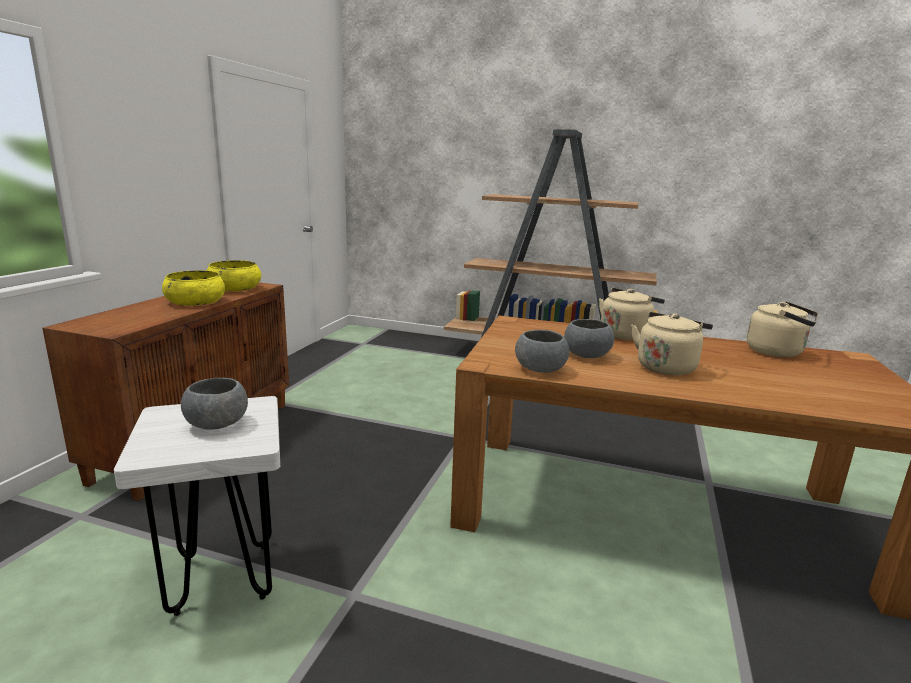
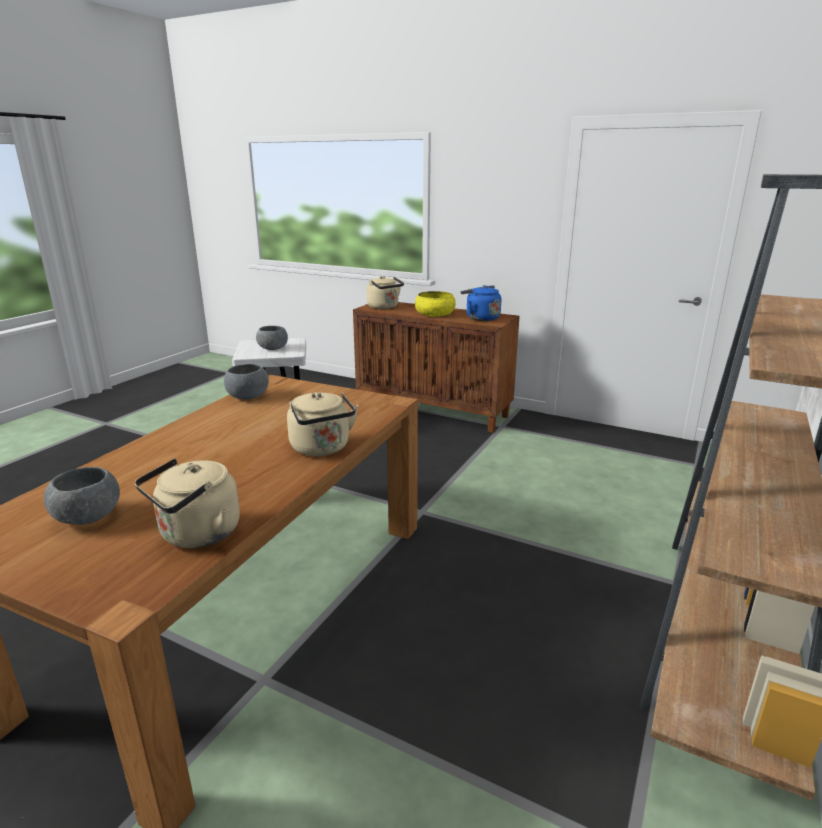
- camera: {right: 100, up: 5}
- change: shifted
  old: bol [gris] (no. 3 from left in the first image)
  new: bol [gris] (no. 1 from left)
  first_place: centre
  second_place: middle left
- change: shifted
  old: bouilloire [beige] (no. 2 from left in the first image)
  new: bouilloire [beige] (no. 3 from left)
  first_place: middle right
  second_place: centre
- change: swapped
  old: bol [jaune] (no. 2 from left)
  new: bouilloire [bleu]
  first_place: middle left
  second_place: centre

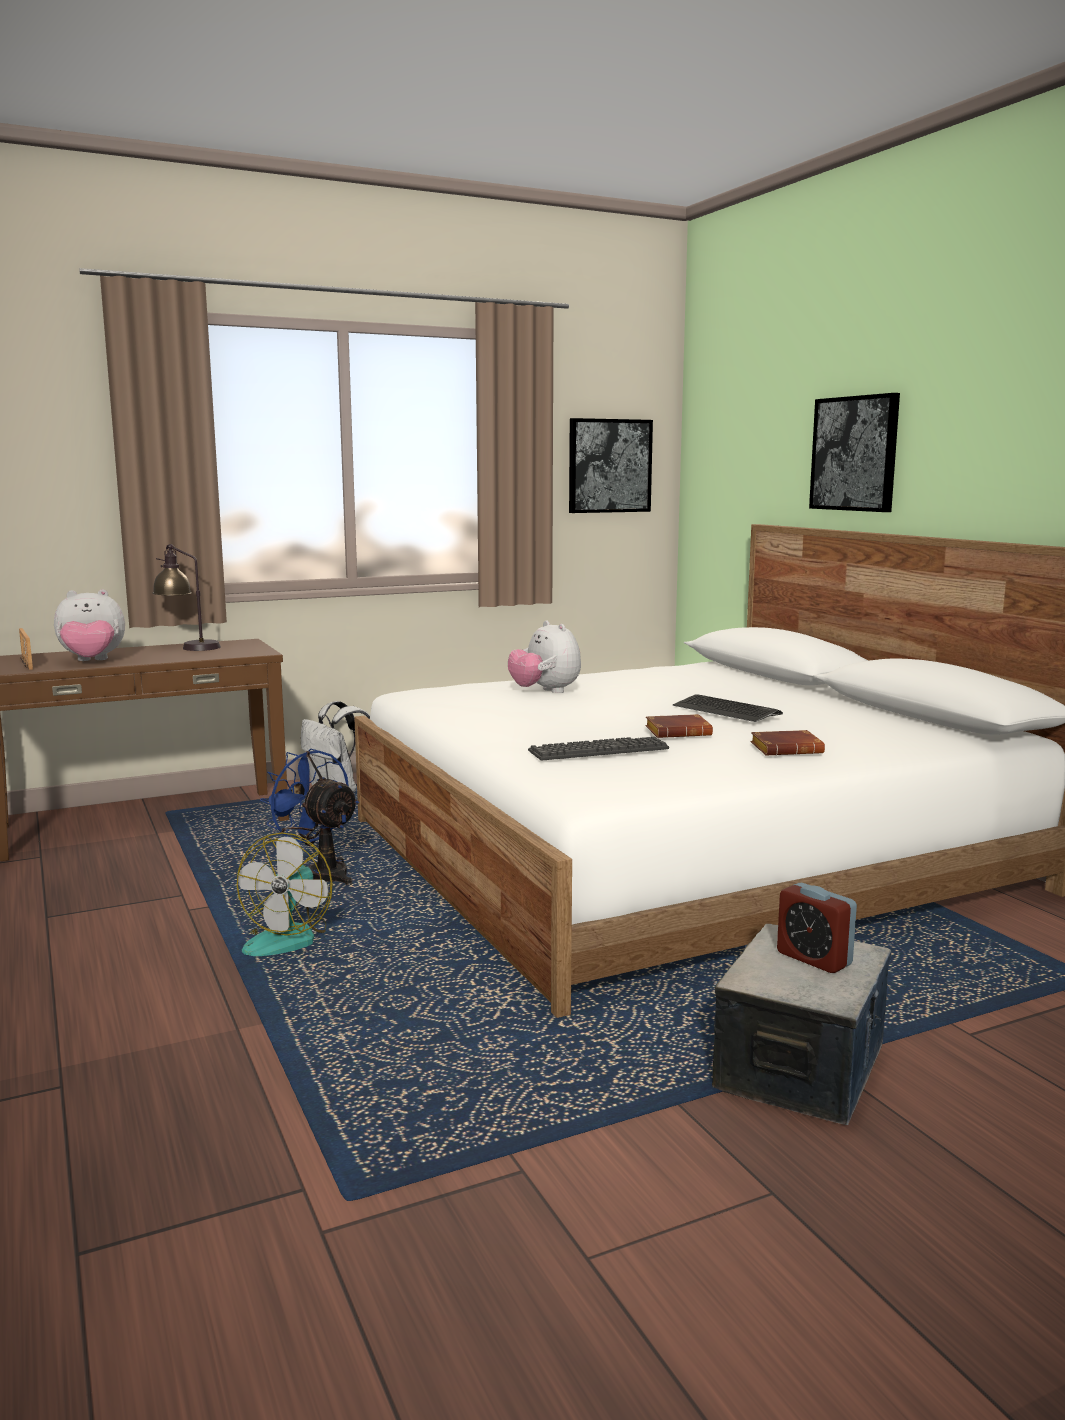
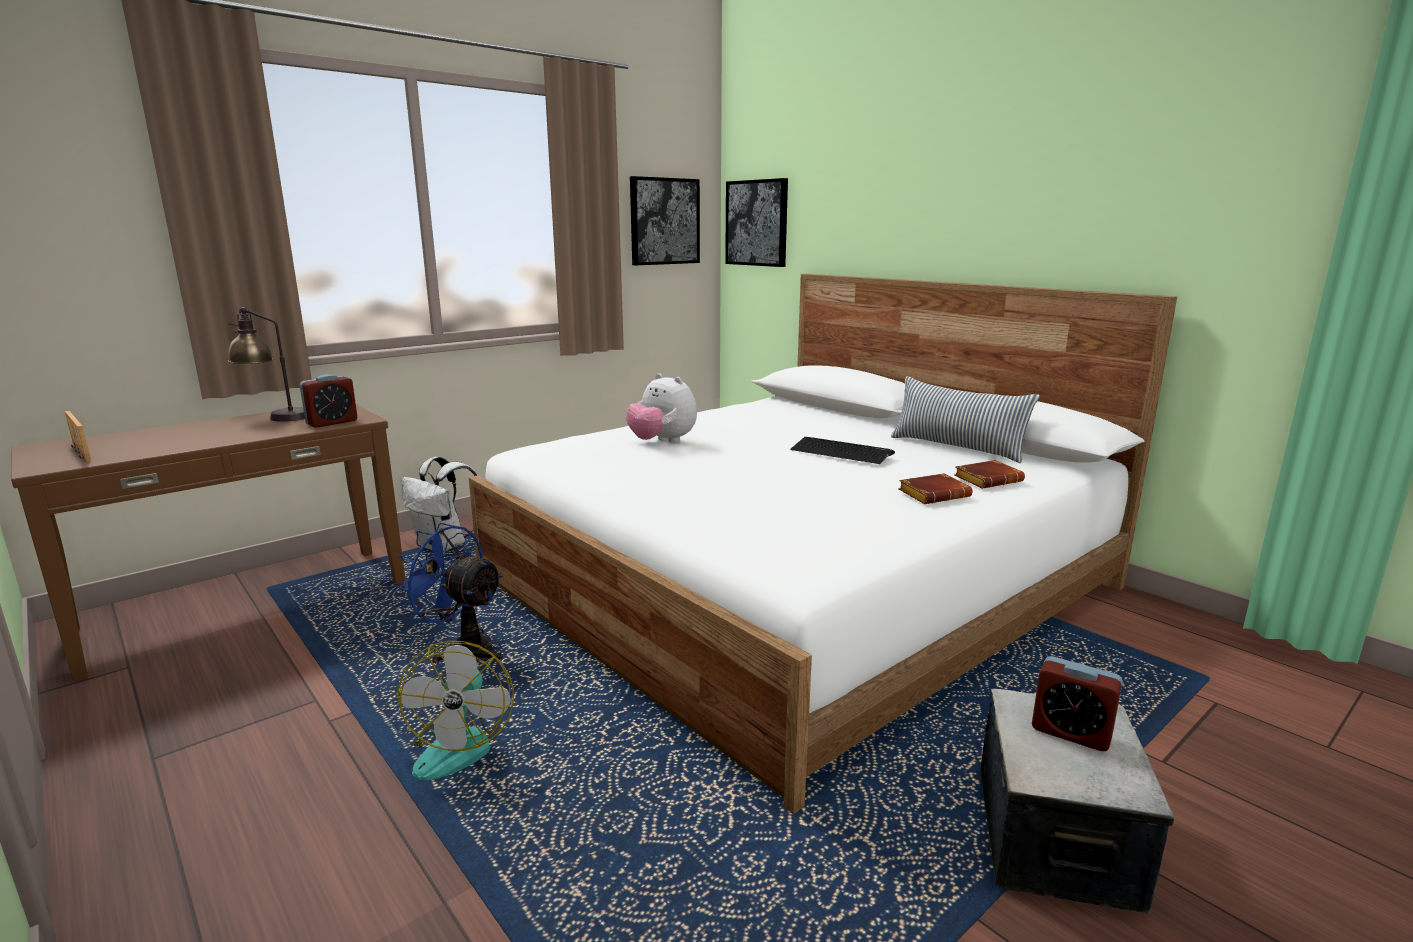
- camera: {right: -15, up: 5}
- change: gone
  old: peluche (no. 1 from left)
  first_place: middle left
- change: gone
  old: clavier (no. 1 from left)
  first_place: centre
- change: new
  new: réveil (no. 1 from left)
  second_place: middle left
- change: new
  new: coussin
  second_place: middle right
- change: shifted
  old: livre [marron] (no. 1 from left in the first image)
  new: livre [marron] (no. 2 from left)
  first_place: centre
  second_place: middle right
- change: shifted
  old: tableau (no. 2 from left)
  first_place: top right
  second_place: top centre

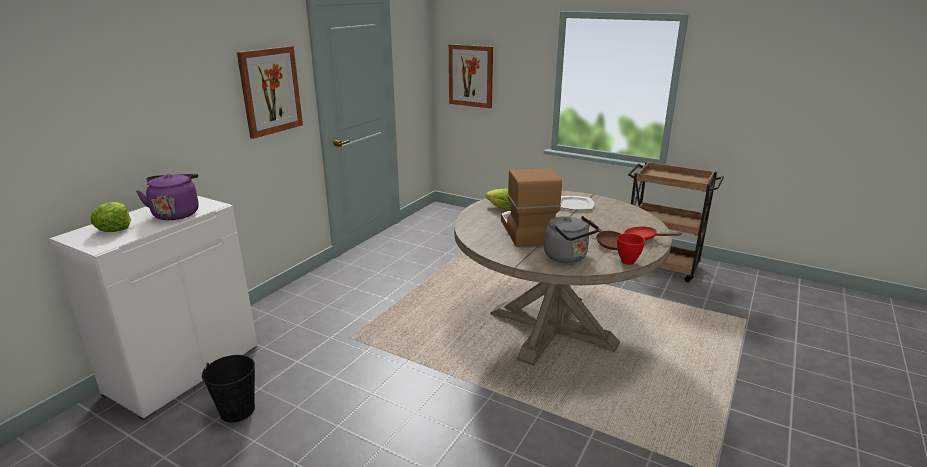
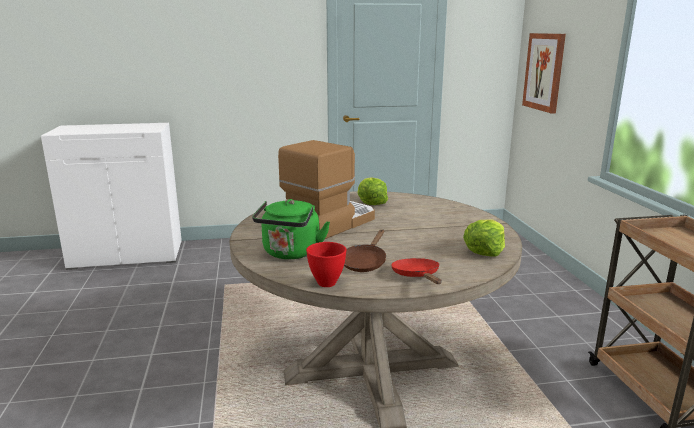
- camera: {right: 50, up: -5}
- change: gone
  old: bouilloire [violet]
  first_place: middle left
- change: gone
  old: seau [noir]
  first_place: bottom left
- change: gone
  old: tableau (no. 1 from left)
  first_place: top left
- change: gone
  old: assiette
  first_place: centre
- change: shifted
  old: laitue (no. 1 from left in the first image)
  new: laitue (no. 2 from left)
  first_place: middle left
  second_place: middle right
- change: repainted
  old: bouilloire [gris]
  new: bouilloire [vert]
  first_place: centre
  second_place: centre

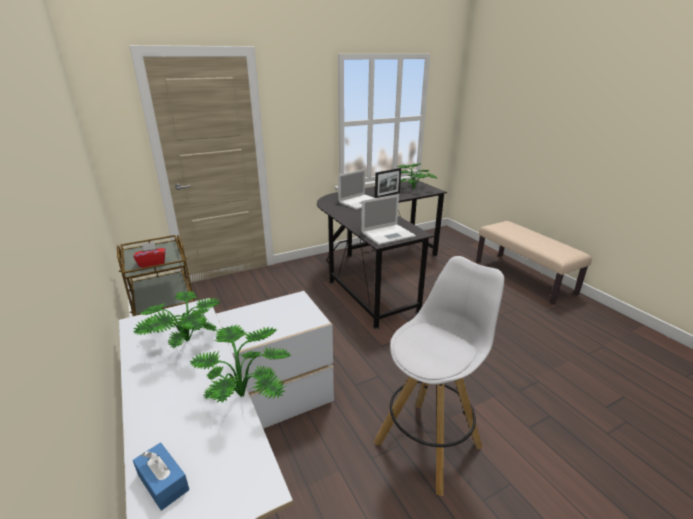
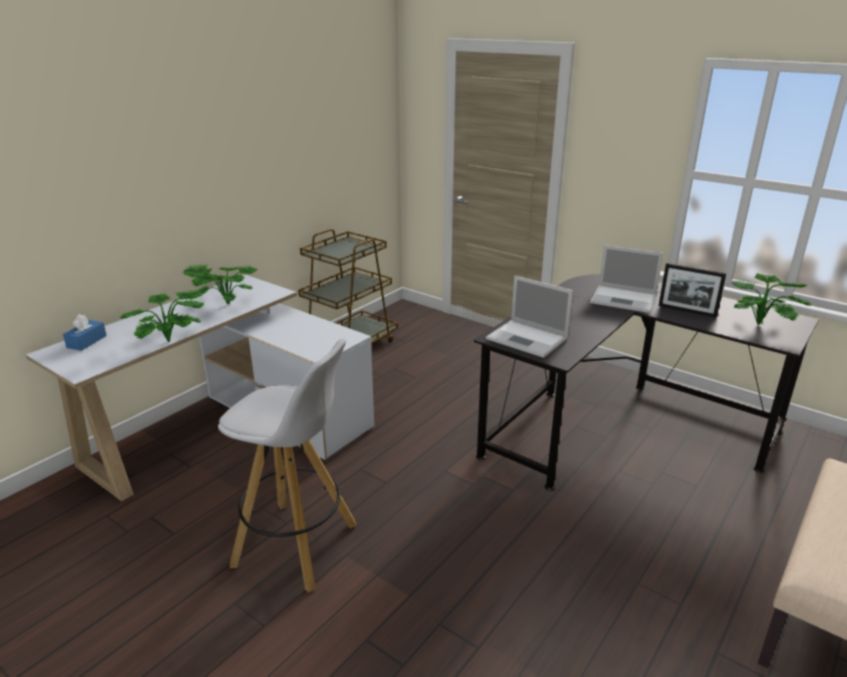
- camera: {right: 65, up: 0}
- change: gone
  old: boîte à mouchoirs [rouge]
  first_place: middle left

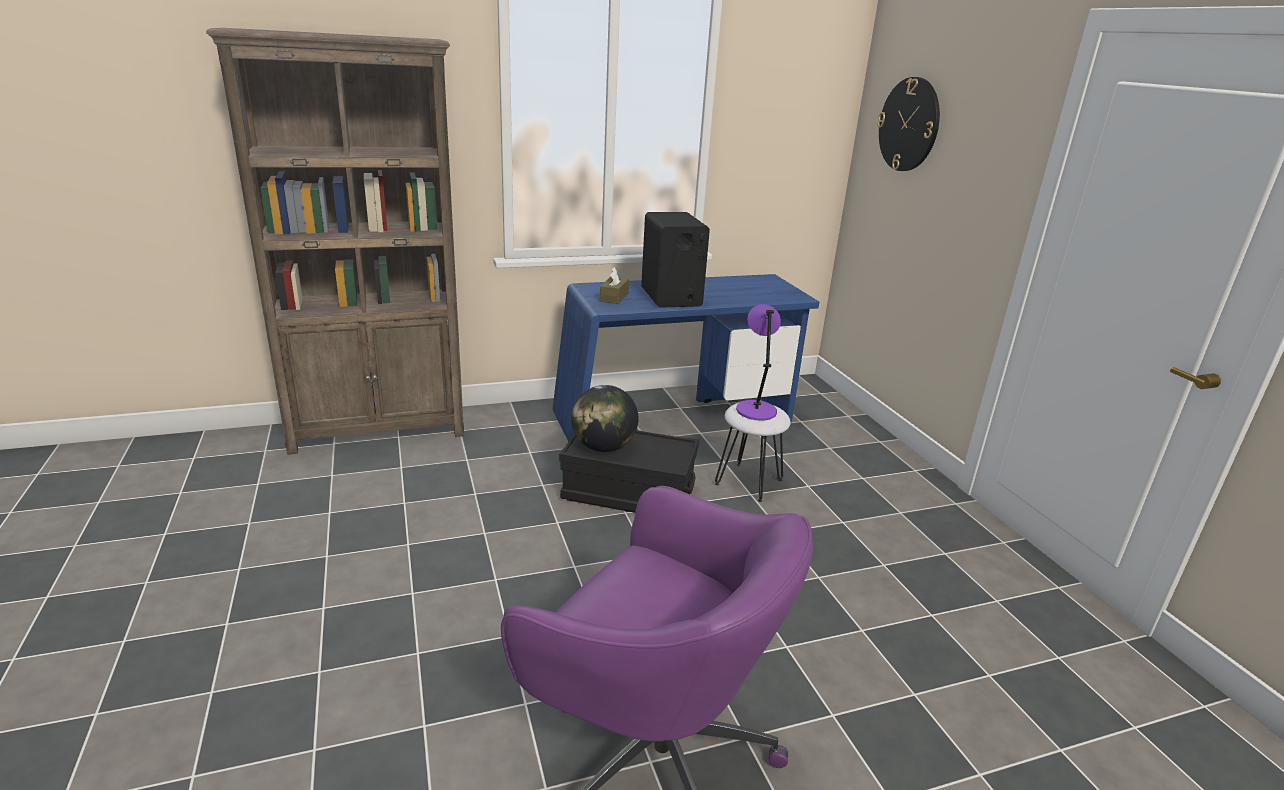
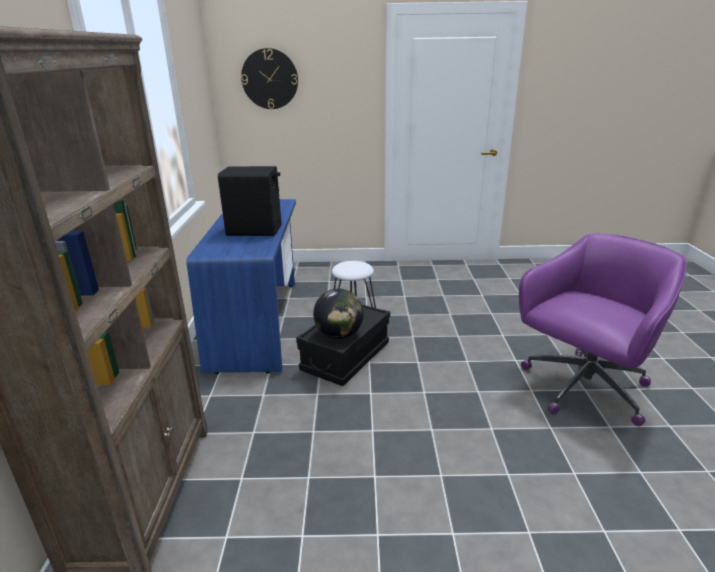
- camera: {right: -70, up: 0}
- change: gone
  old: boîte à mouchoirs [marron]
  first_place: centre
- change: gone
  old: lampe de table [violet]
  first_place: centre

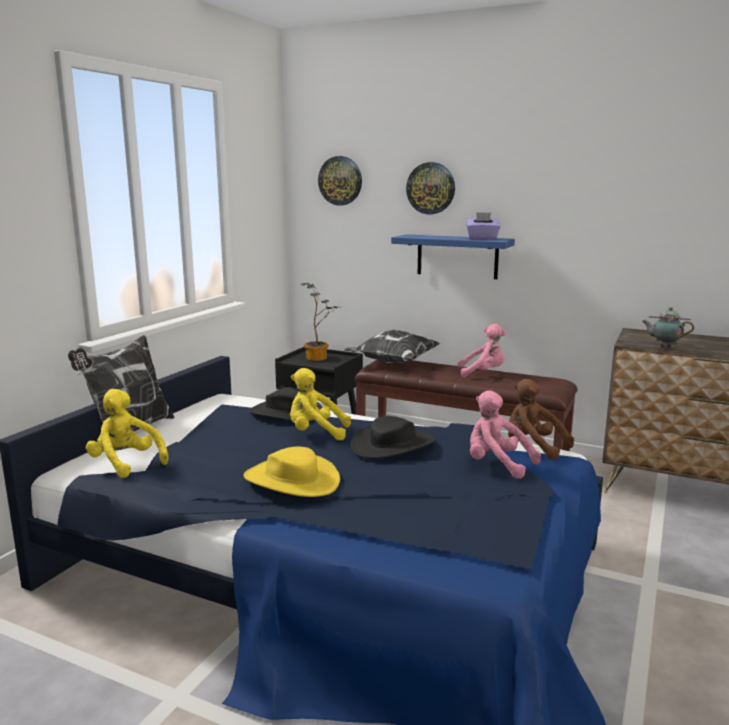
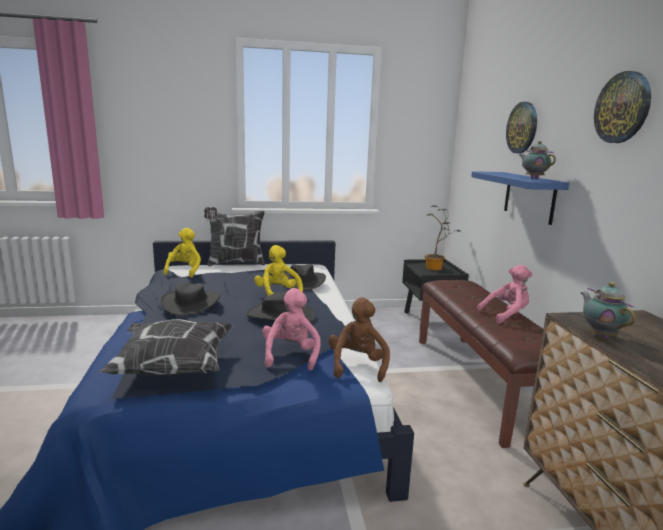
- camera: {right: 55, up: 0}
- change: shifted
  old: horloge murale (no. 1 from left in the first image)
  new: horloge murale (no. 2 from left)
  first_place: top centre
  second_place: top right
- change: shifted
  old: coussin (no. 2 from left in the first image)
  new: coussin (no. 1 from left)
  first_place: centre
  second_place: middle left
- change: swapped
  old: boîte à mouchoirs [violet]
  new: théière (no. 1 from left)
  first_place: top centre
  second_place: top right
- change: repainted
  old: chapeau [jaune]
  new: chapeau [noir] (no. 1 from left)
  first_place: centre
  second_place: middle left
- change: rotated
  old: peluche [rose] (no. 1 from left in the first image)
  first_place: centre
  second_place: middle right
  degrees: -75

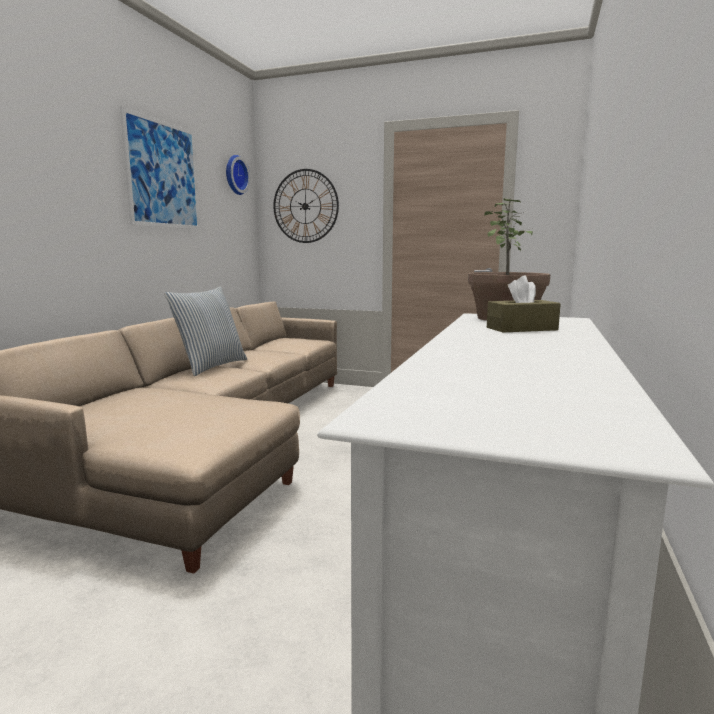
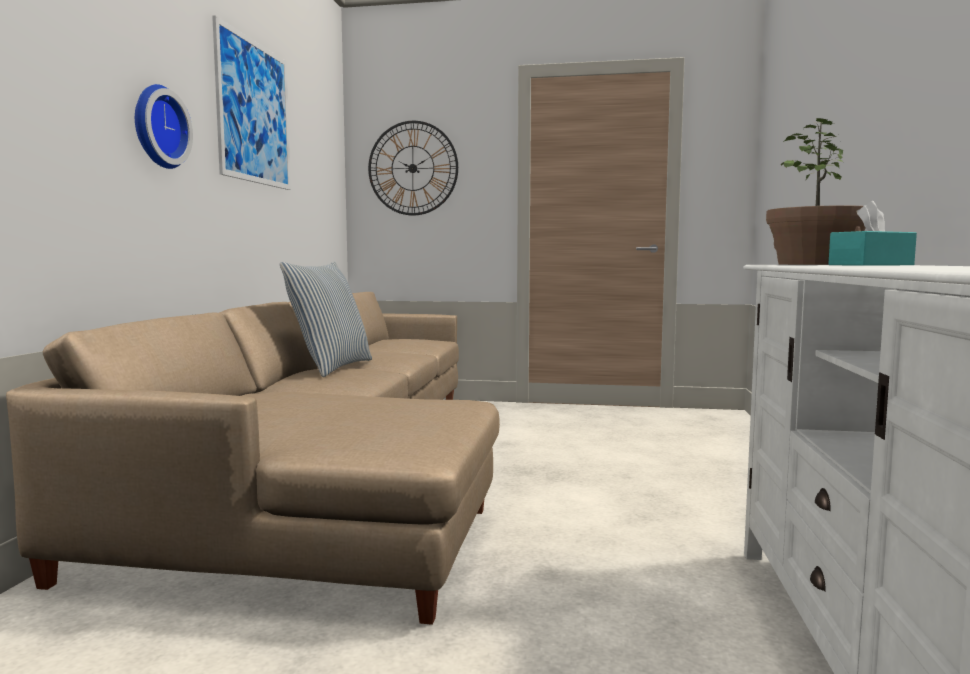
- camera: {right: -10, up: -5}
- change: shifted
  old: horloge murale (no. 1 from left)
  first_place: top centre
  second_place: top left
- change: repainted
  old: boîte à mouchoirs [marron]
  new: boîte à mouchoirs [turquoise]
  first_place: middle right
  second_place: middle right

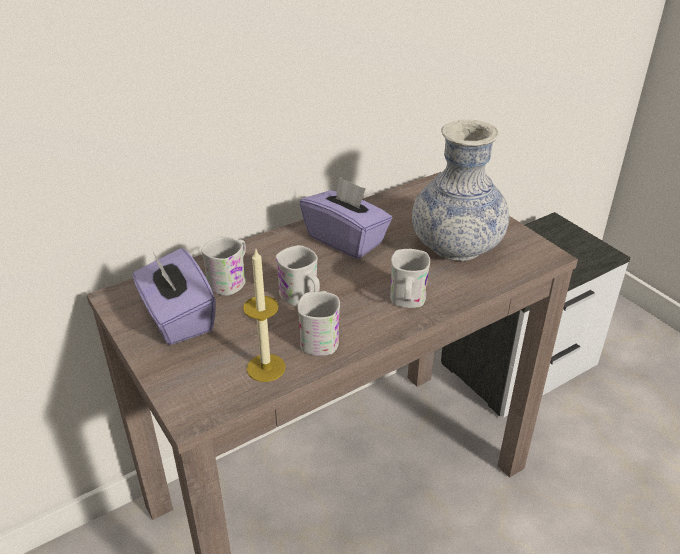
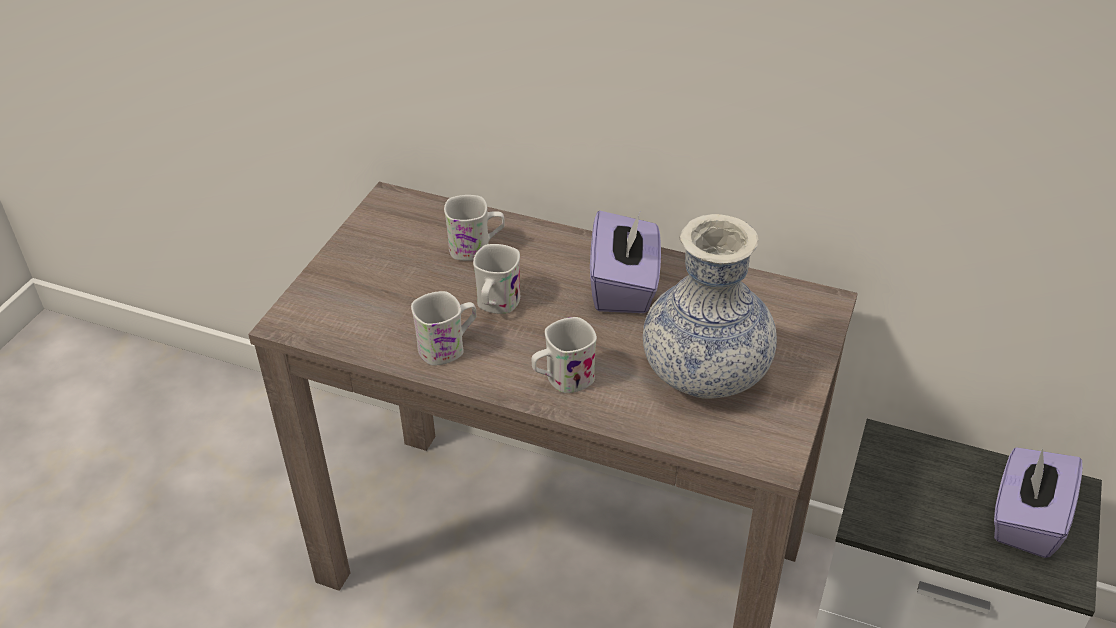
- camera: {right: 55, up: 5}
- change: gone
  old: bougie
  first_place: centre
- change: shifted
  old: boîte à mouchoirs [violet] (no. 1 from left in the first image)
  new: boîte à mouchoirs [violet] (no. 2 from left)
  first_place: middle left
  second_place: bottom right

